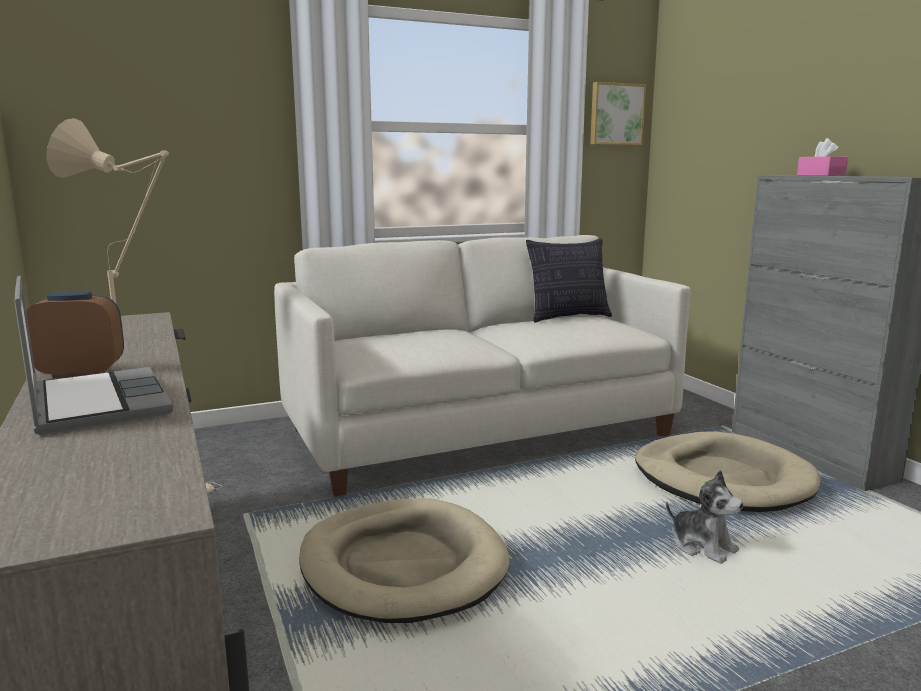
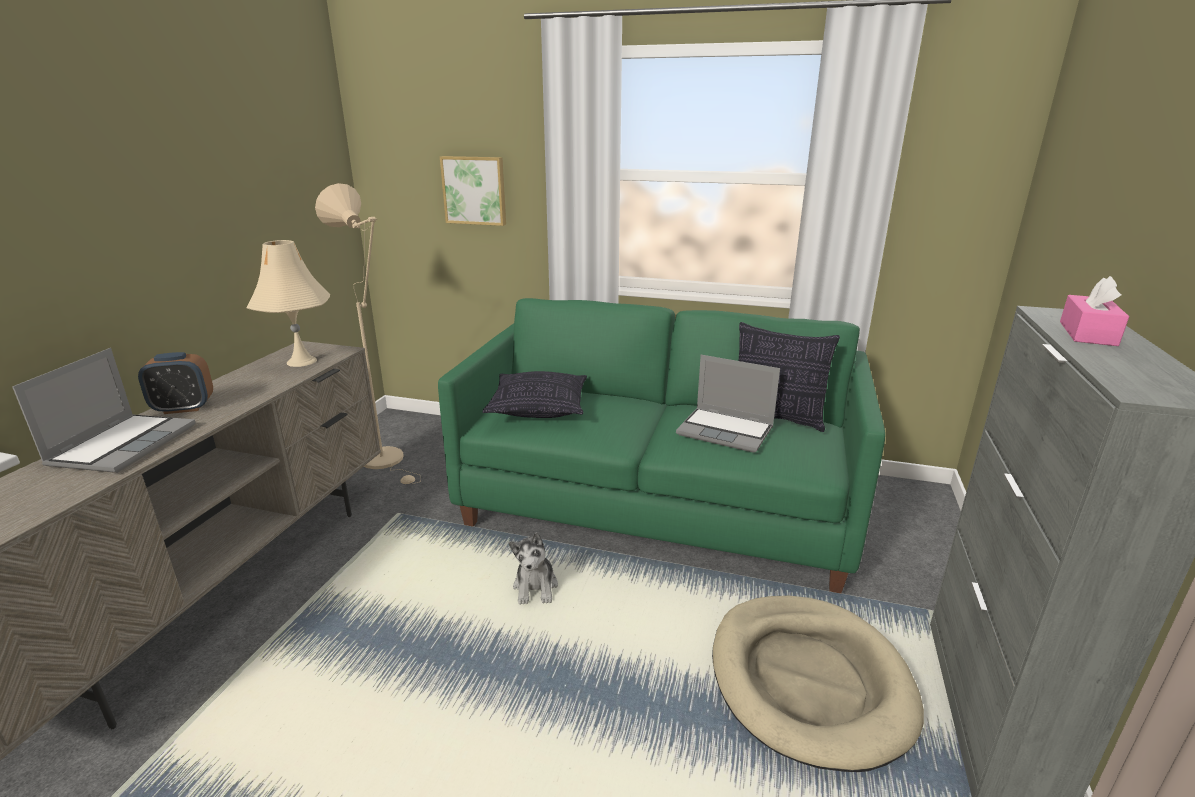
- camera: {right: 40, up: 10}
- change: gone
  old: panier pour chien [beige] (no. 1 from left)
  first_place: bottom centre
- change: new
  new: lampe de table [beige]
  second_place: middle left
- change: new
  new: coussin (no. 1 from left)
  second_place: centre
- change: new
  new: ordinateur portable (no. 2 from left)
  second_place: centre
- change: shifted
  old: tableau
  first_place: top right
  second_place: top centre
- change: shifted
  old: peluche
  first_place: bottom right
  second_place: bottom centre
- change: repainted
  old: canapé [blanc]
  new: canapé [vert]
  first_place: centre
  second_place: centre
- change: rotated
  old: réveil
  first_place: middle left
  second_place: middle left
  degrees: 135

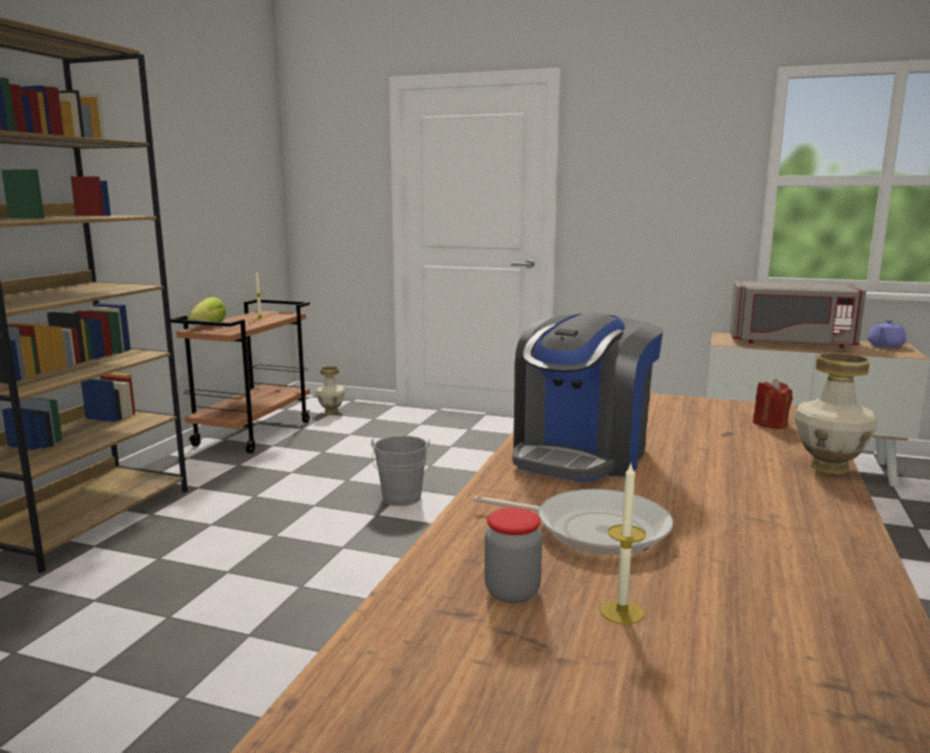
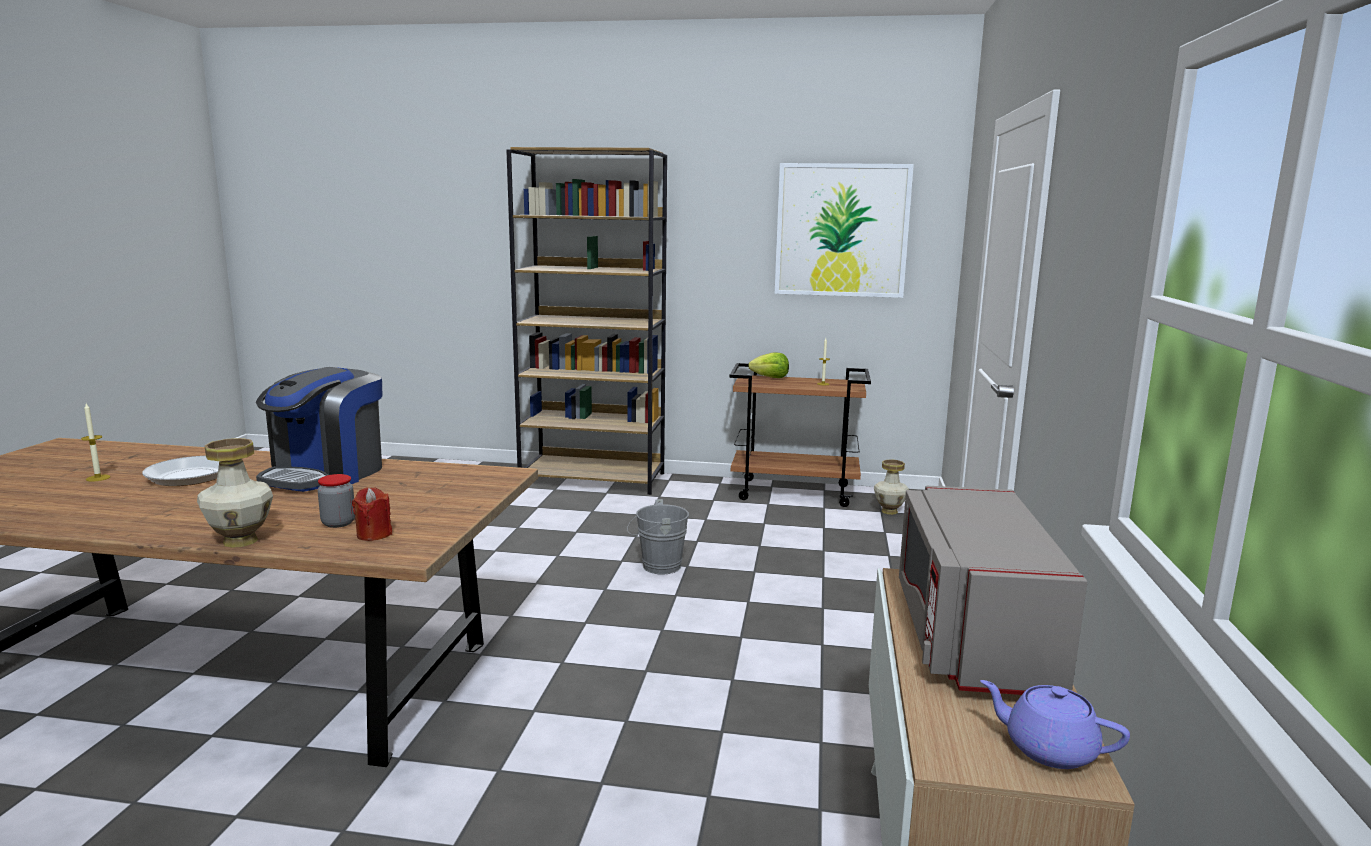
- camera: {right: 80, up: 0}
- change: new
  new: tableau
  second_place: top centre
- change: shifted
  old: bocal
  first_place: bottom centre
  second_place: middle left
- change: rotated
  old: machine à café
  first_place: centre
  second_place: middle left
  degrees: -90

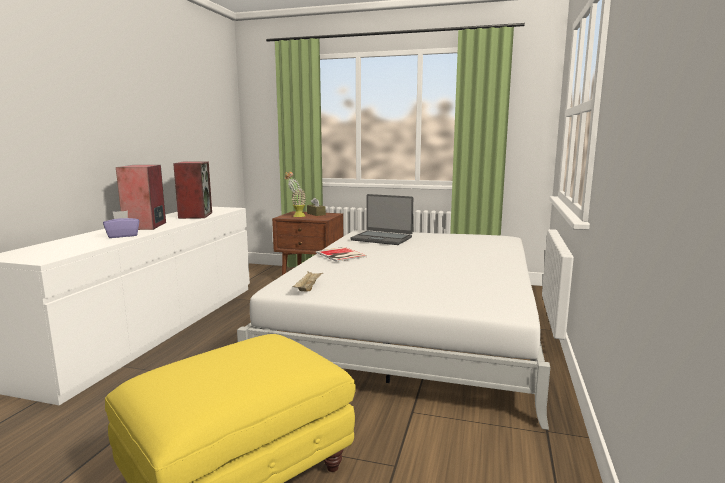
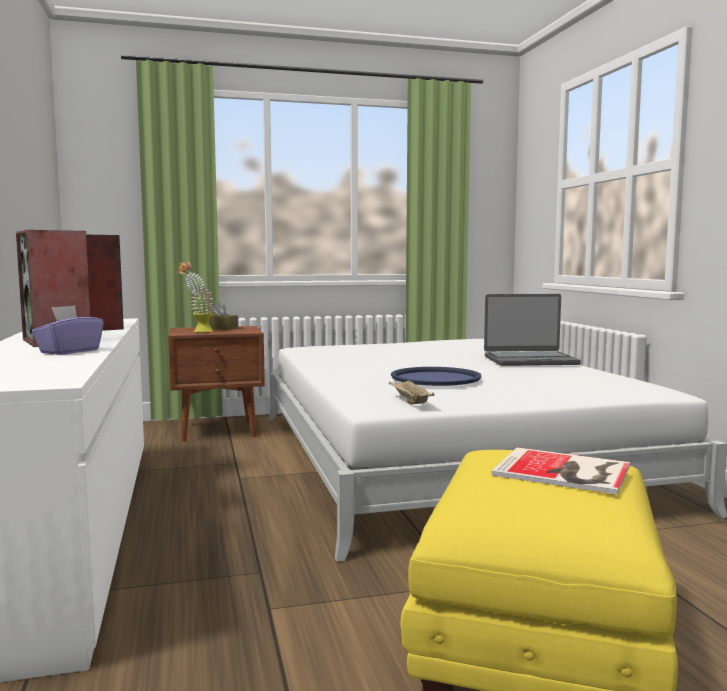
- camera: {right: -30, up: -5}
- change: new
  new: plateau [bleu]
  second_place: centre
- change: shifted
  old: livre
  first_place: centre
  second_place: bottom right
- change: shifted
  old: ordinateur portable
  first_place: centre
  second_place: middle right

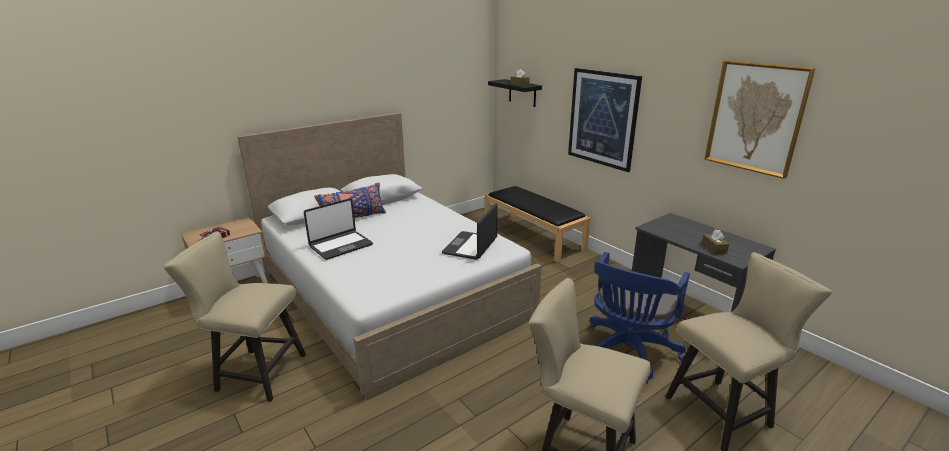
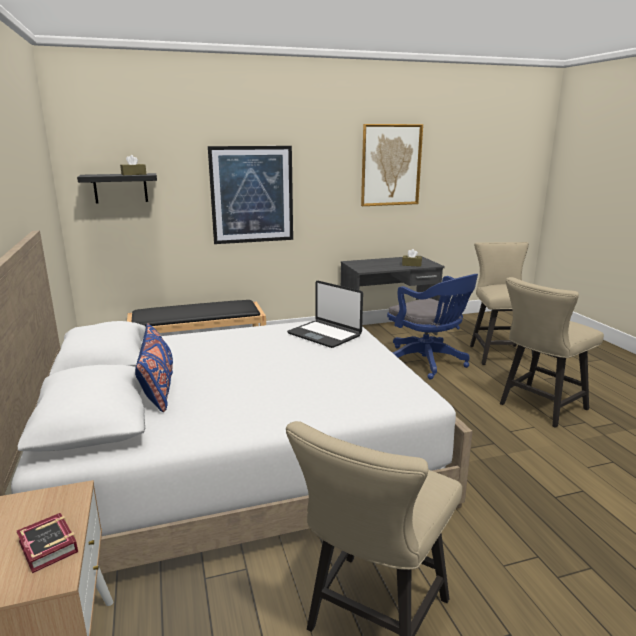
- camera: {right: -70, up: -5}
- change: gone
  old: ordinateur portable (no. 1 from left)
  first_place: centre

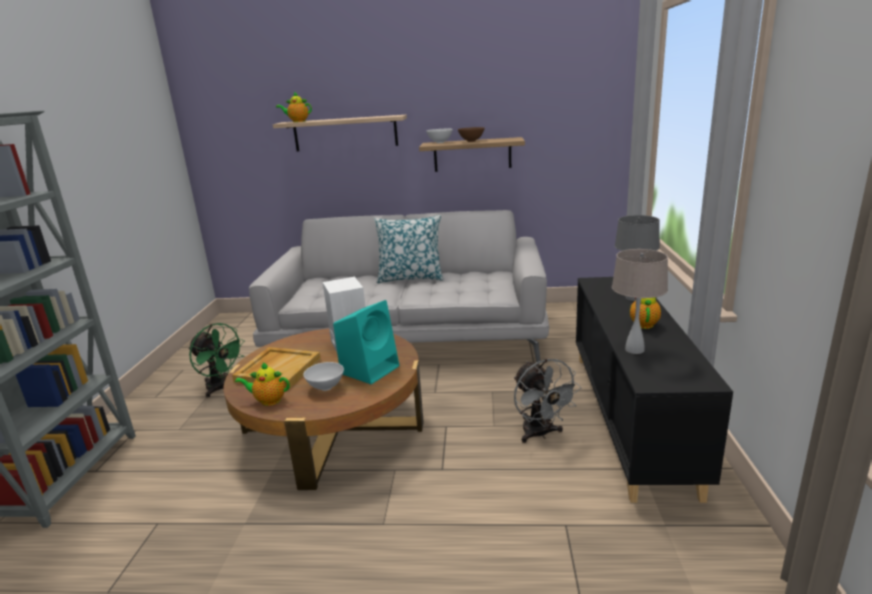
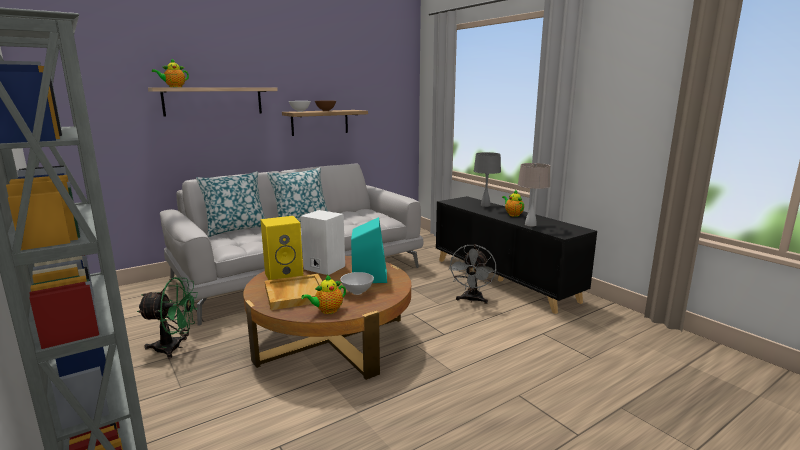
- camera: {right: -40, up: -5}
- change: new
  new: coussin (no. 1 from left)
  second_place: middle left
- change: new
  new: enceinte [jaune]
  second_place: centre
- change: rotated
  old: ventilateur [gris]
  first_place: bottom centre
  second_place: centre
  degrees: 75

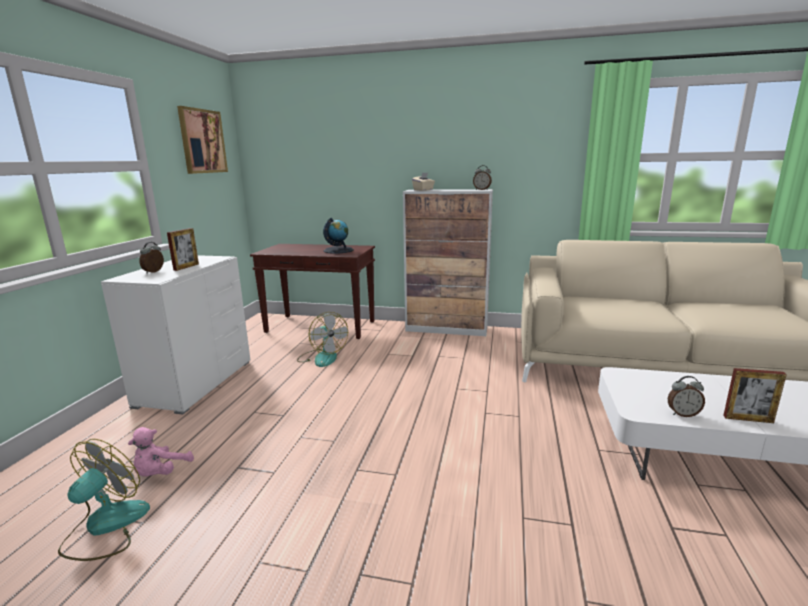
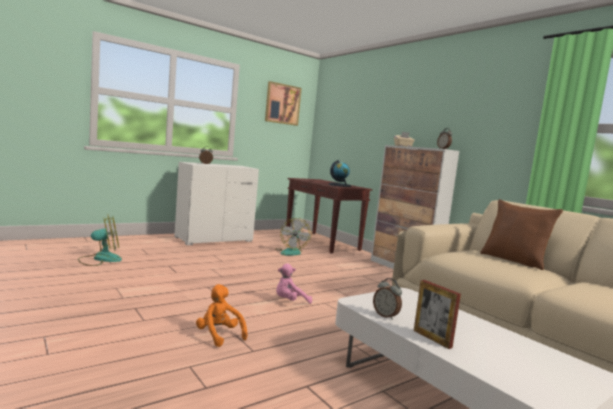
- camera: {right: 40, up: -10}
- change: gone
  old: cadre photo (no. 1 from left)
  first_place: middle left
- change: new
  new: peluche [orange]
  second_place: bottom centre
- change: new
  new: coussin [marron]
  second_place: middle right
- change: shifted
  old: peluche [rose]
  first_place: bottom left
  second_place: bottom centre

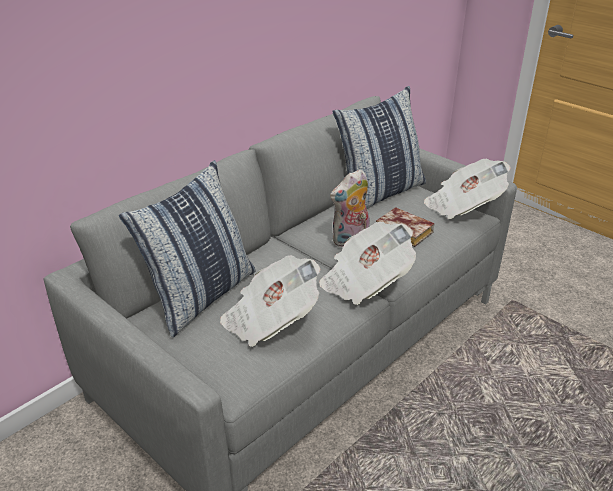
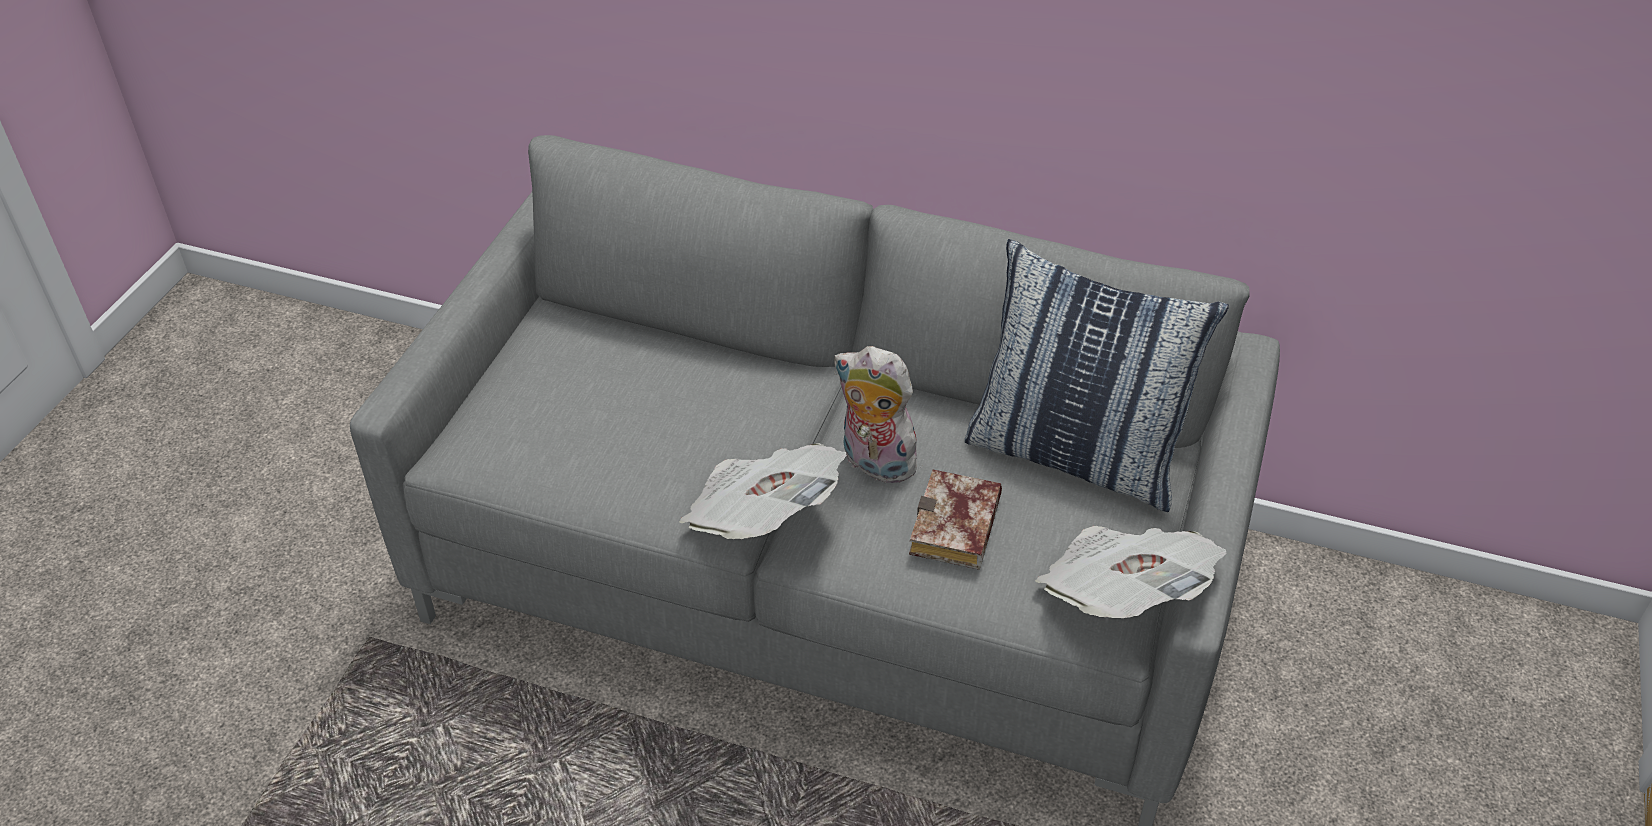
- camera: {right: 65, up: 10}
- change: gone
  old: coussin (no. 1 from left)
  first_place: middle left
- change: gone
  old: journal (no. 1 from left)
  first_place: centre

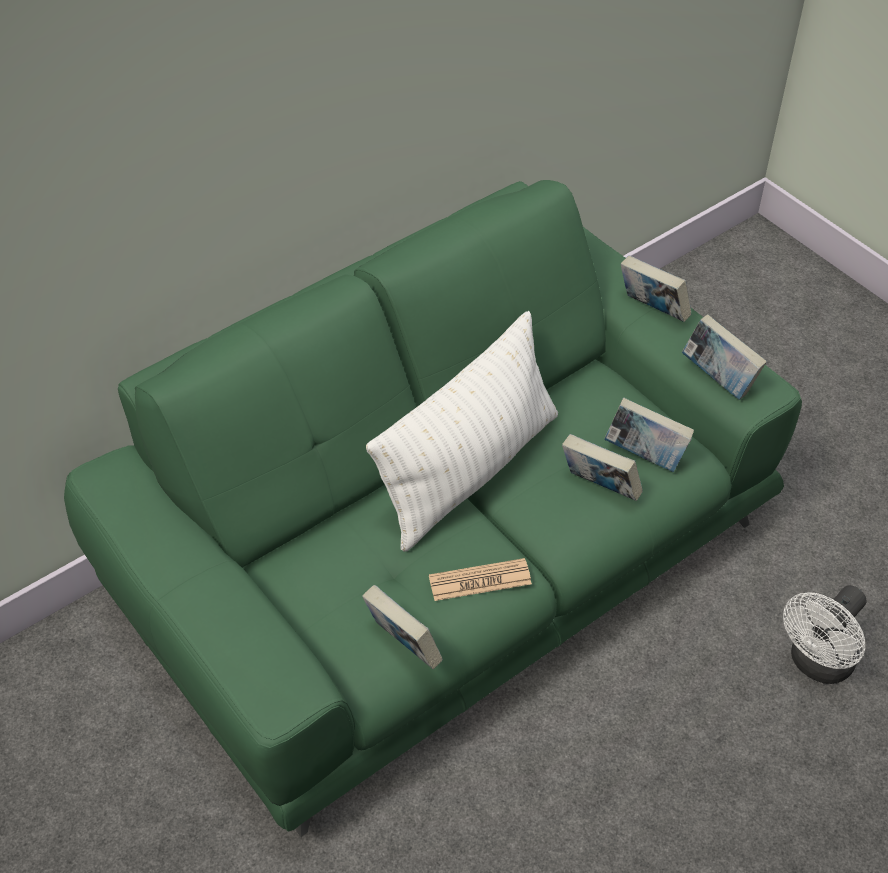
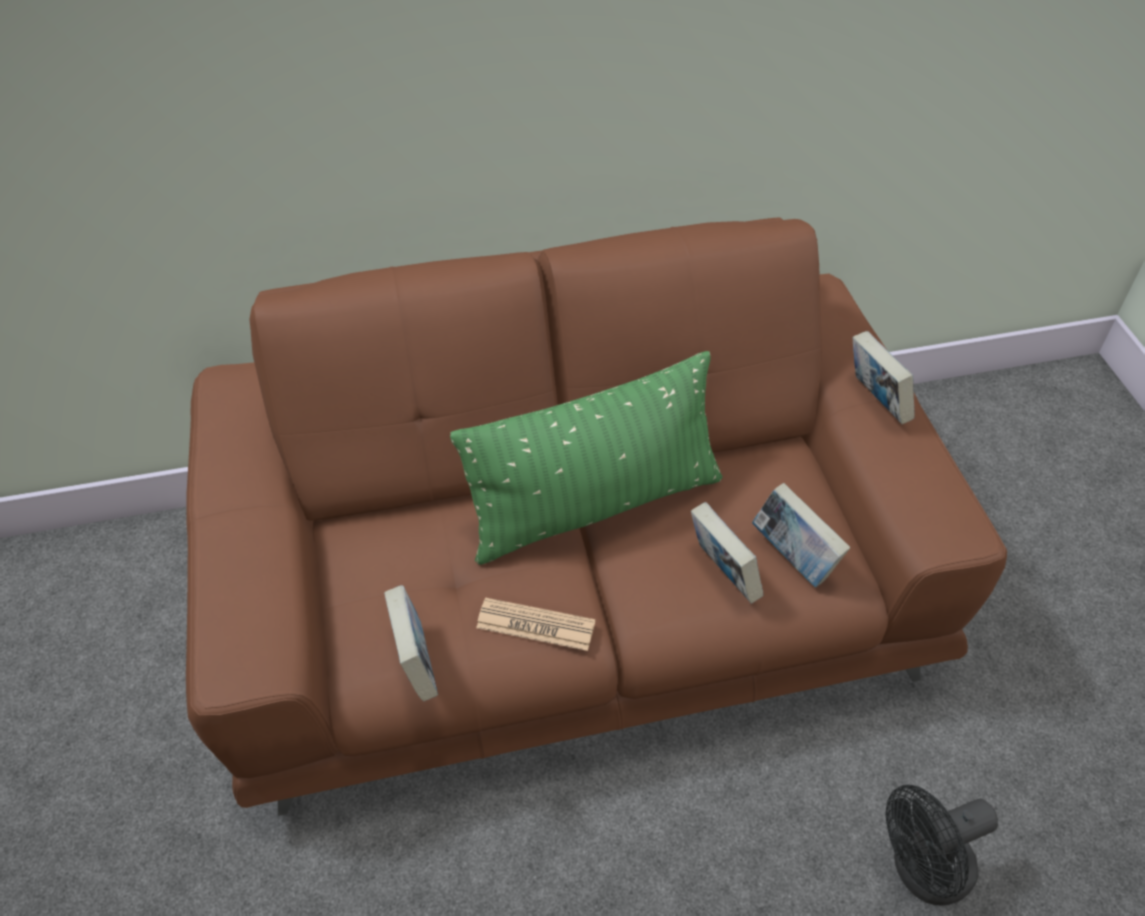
- camera: {right: 25, up: 0}
- change: gone
  old: livre (no. 5 from left)
  first_place: middle right
- change: repainted
  old: canapé [vert]
  new: canapé [marron]
  first_place: centre
  second_place: centre
- change: repainted
  old: coussin [blanc]
  new: coussin [vert]
  first_place: centre
  second_place: centre
- change: repainted
  old: ventilateur [blanc]
  new: ventilateur [noir]
  first_place: bottom right
  second_place: bottom right

